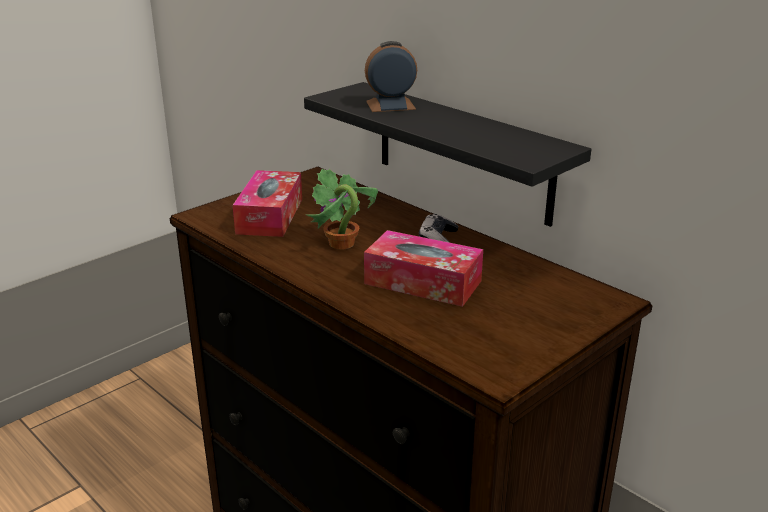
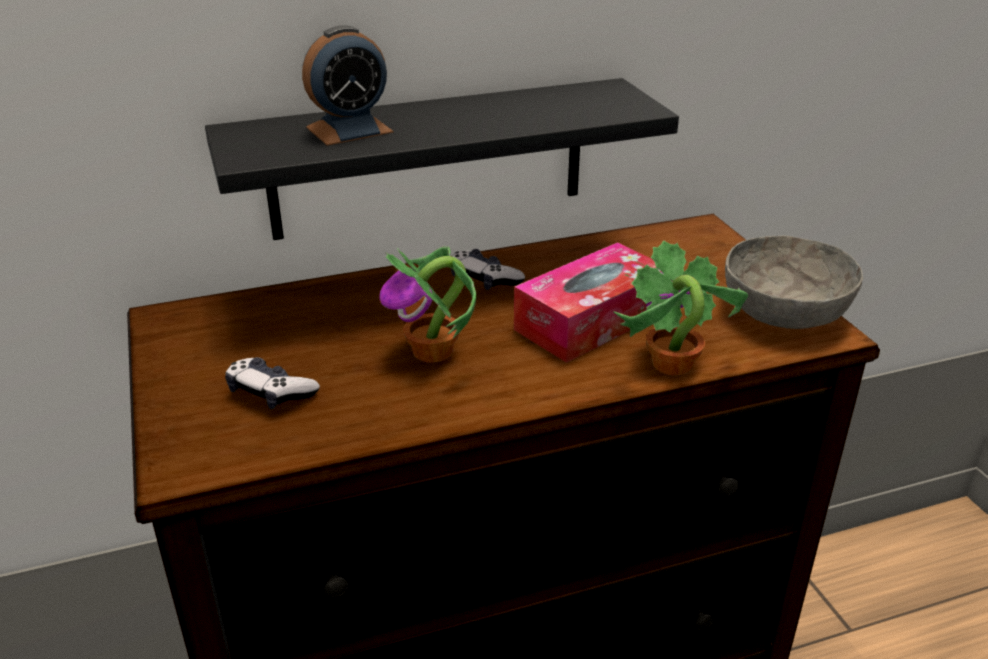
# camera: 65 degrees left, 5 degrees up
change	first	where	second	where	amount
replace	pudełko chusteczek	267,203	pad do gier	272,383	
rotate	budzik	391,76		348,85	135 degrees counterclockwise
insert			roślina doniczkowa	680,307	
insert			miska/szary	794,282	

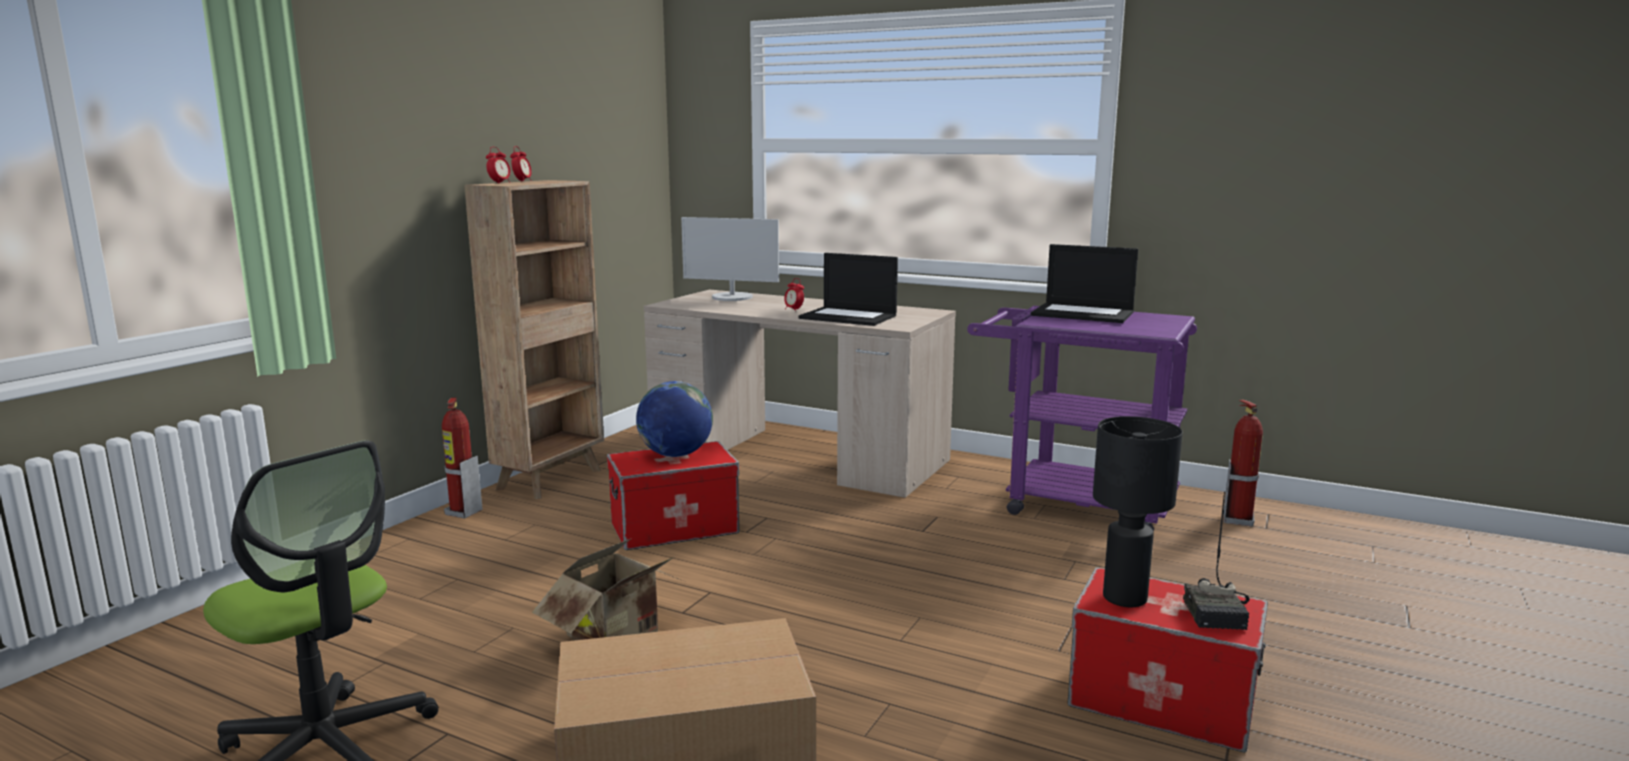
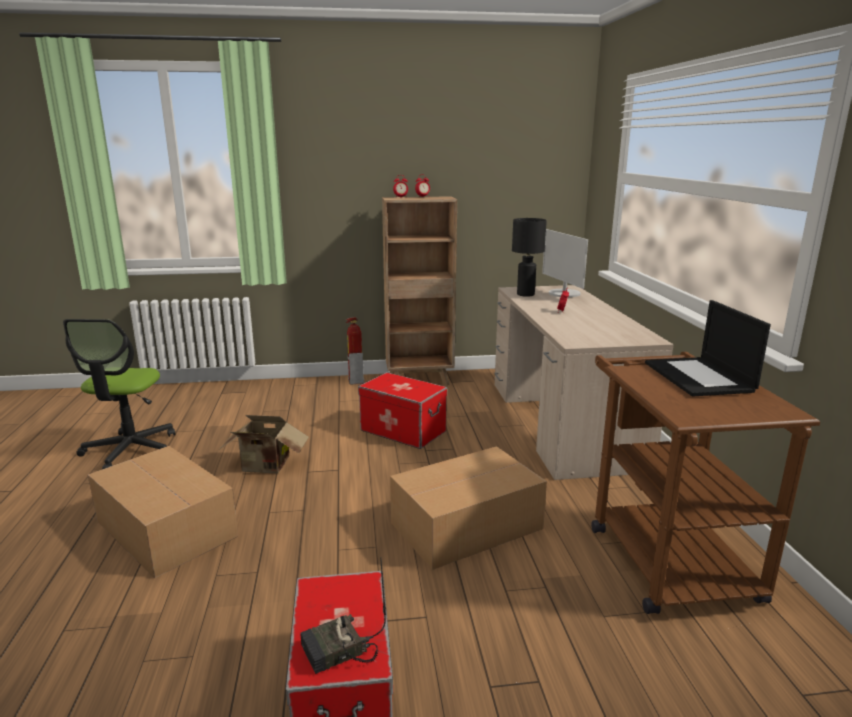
# camera: 55 degrees right, 5 degrees up
change	first	where	second	where	amount
insert			karton	468,508	
move	lampa stołowa/czarny	1138,511		529,257	
recolor	wózek/fioletowy	1082,419	wózek/brązowy	705,483	
delete	globus	674,419			
delete	laptop	848,289			
delete	gaśnica	1243,463			

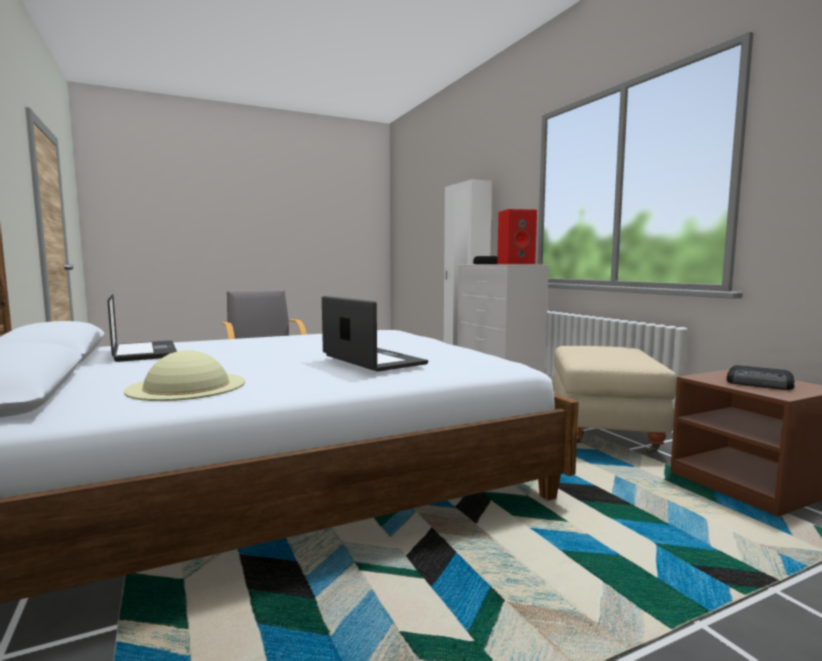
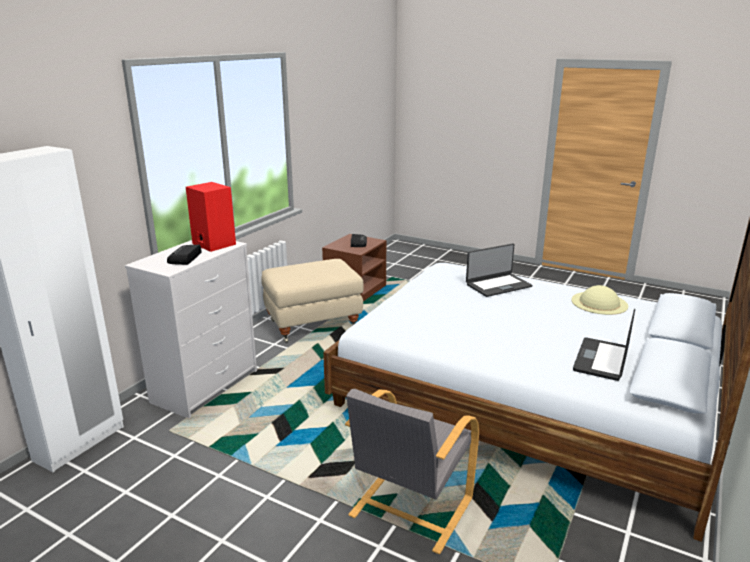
# camera: 125 degrees left, 15 degrees up
change	first	where	second	where	amount
rotate	laptop	375,334		499,270	135 degrees counterclockwise

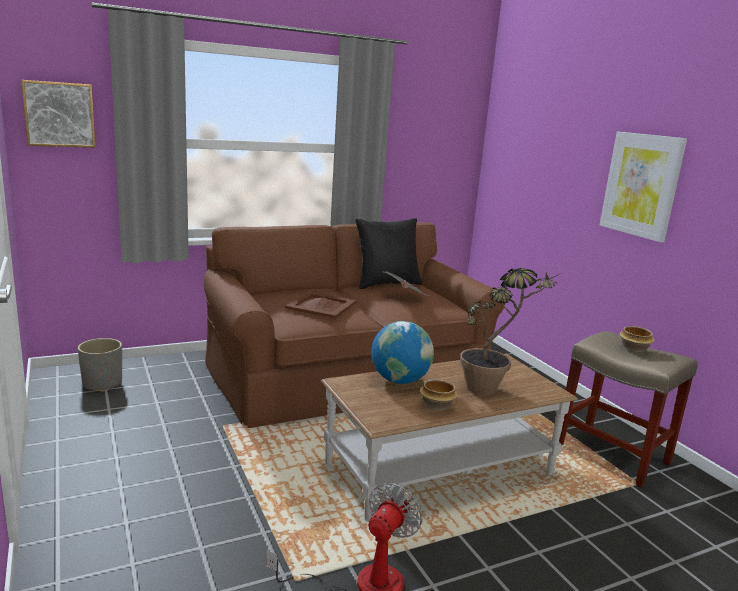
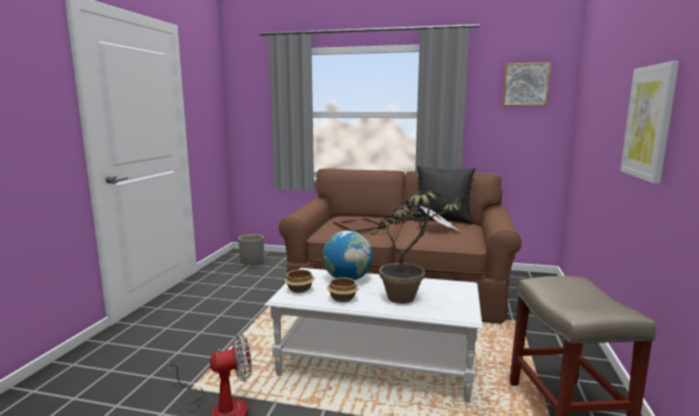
# camera: 40 degrees right, 5 degrees down
change	first	where	second	where	amount
recolor	ława/brązowy	449,437	ława/biały	374,335	
move	miska	637,339		299,281	
move	obraz	58,114		527,84	

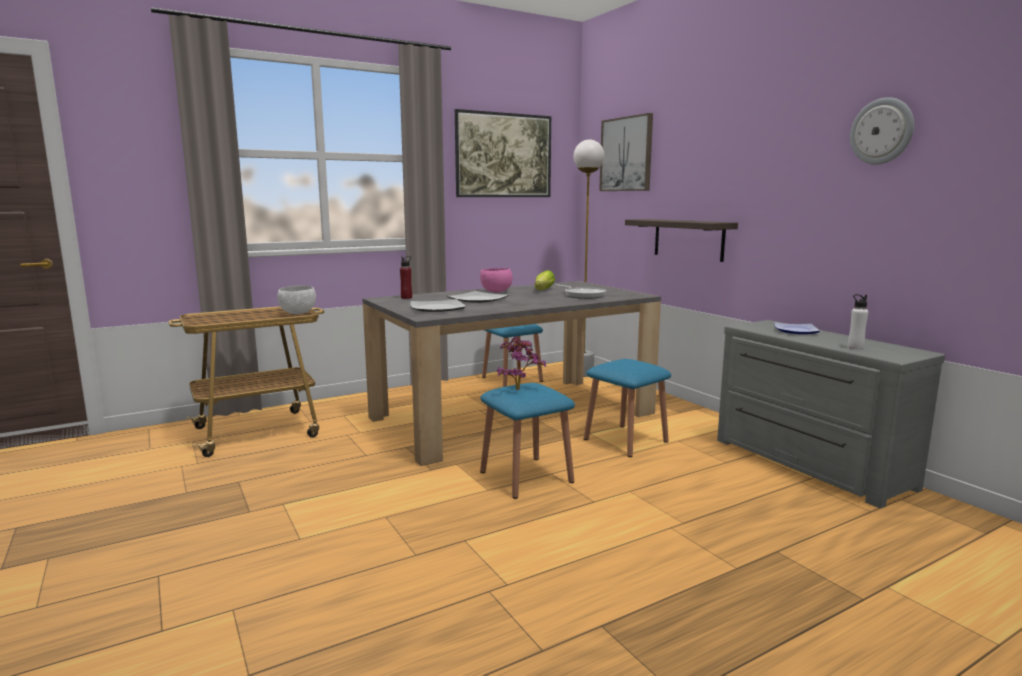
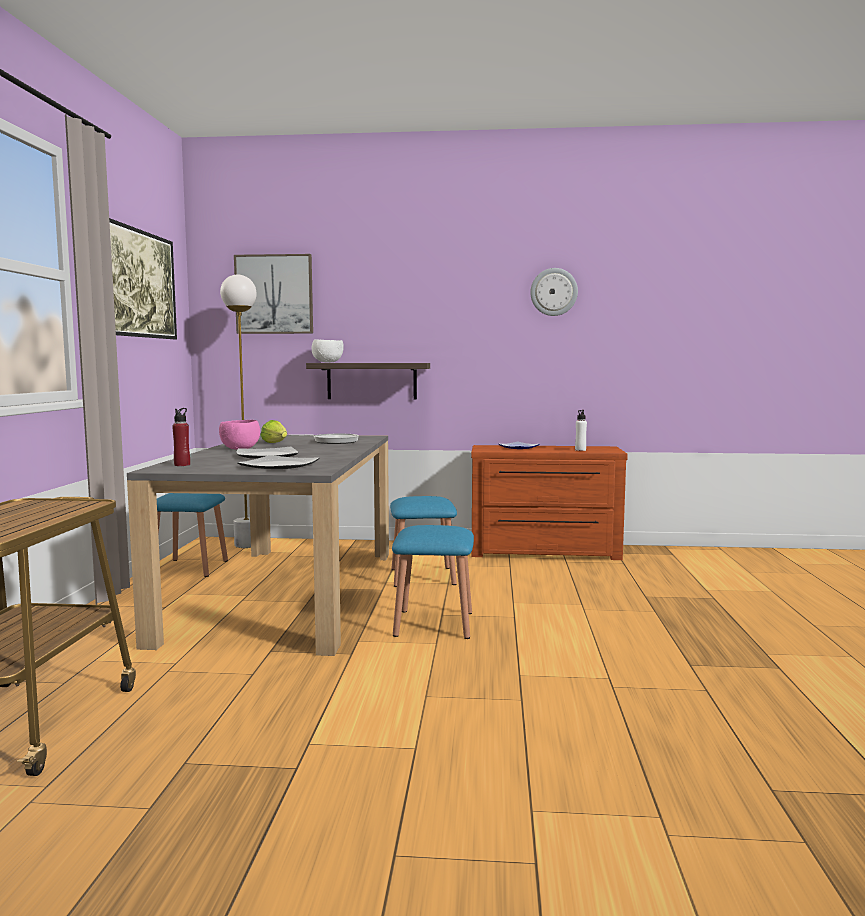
# camera: 55 degrees left, 5 degrees down
change	first	where	second	where	amount
move	miska/biały	296,299		328,351	
recolor	komoda/szary	831,414	komoda/brązowy	549,502	
delete	roślina doniczkowa	521,363			

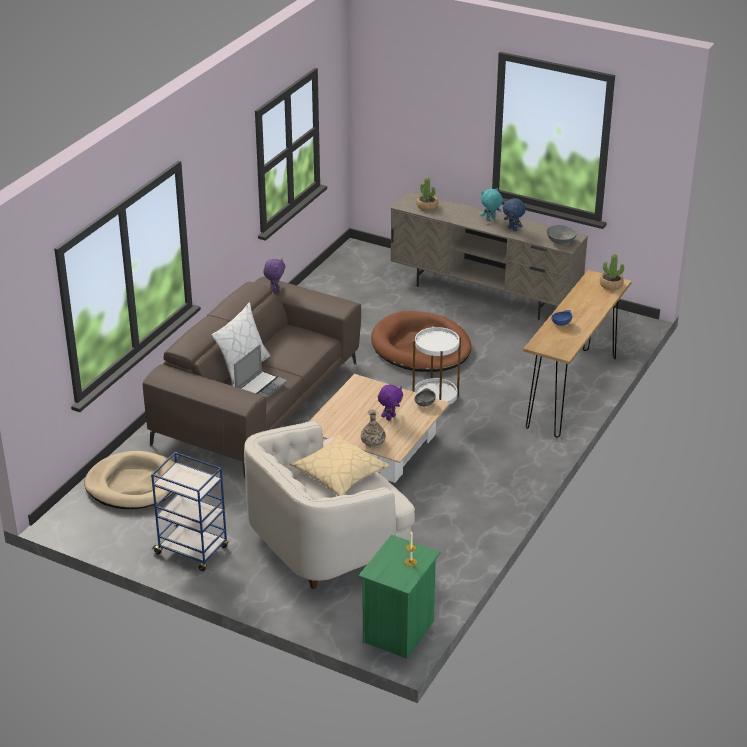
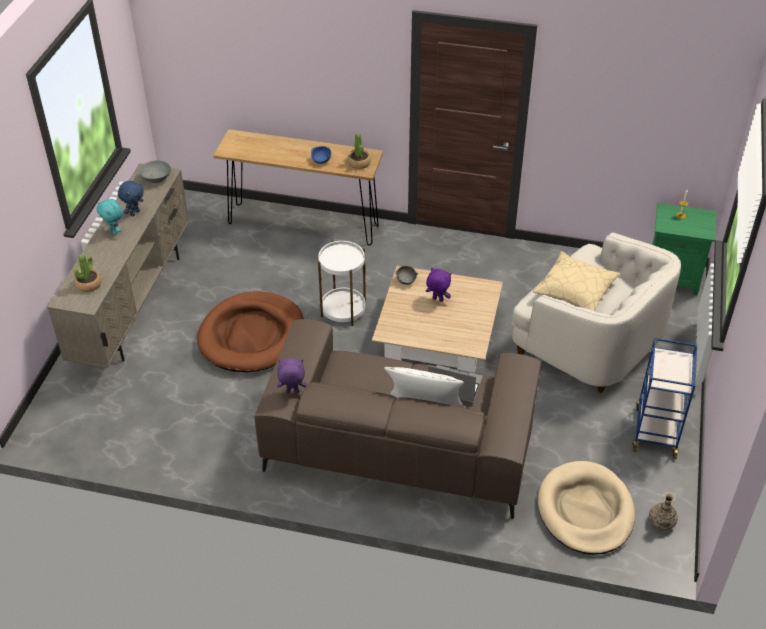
# camera: 105 degrees left, 10 degrees up
change	first	where	second	where	amount
move	roślina doniczkowa	612,272		359,151	
move	wazon	373,428		663,511	

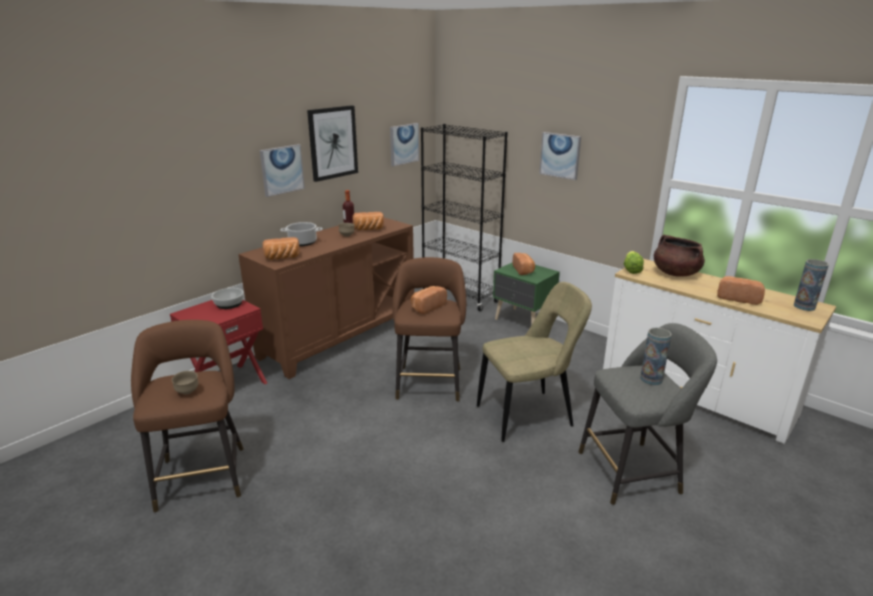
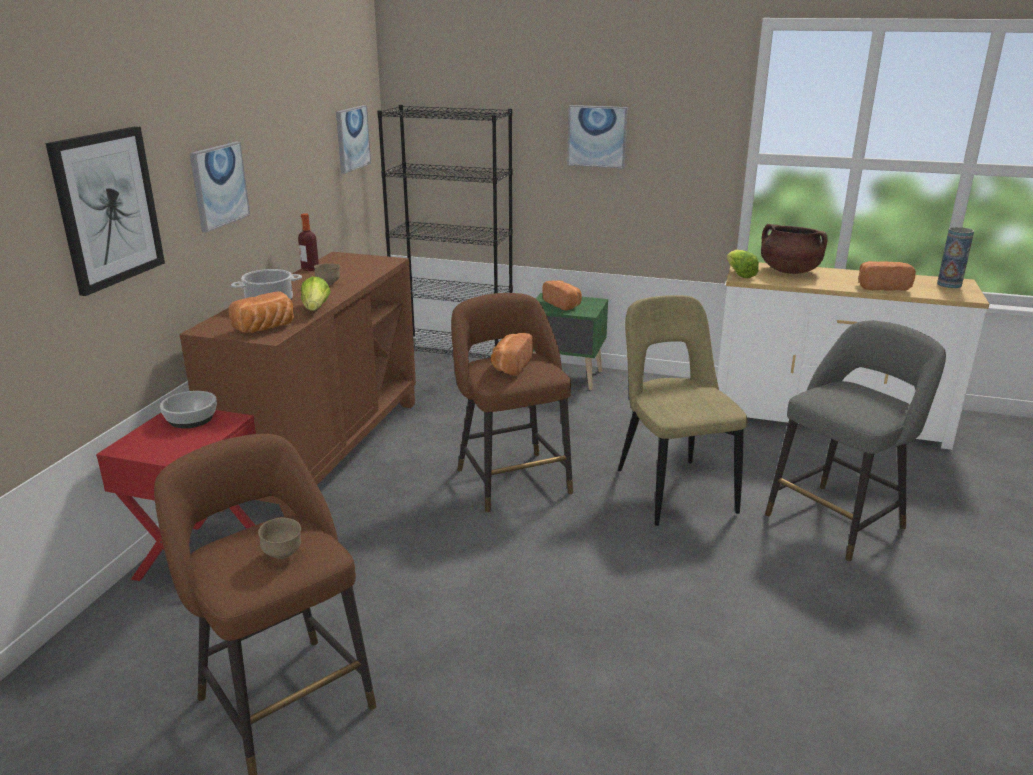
# camera: 25 degrees left, 0 degrees up
change	first	where	second	where	amount
move	obraz	332,143		105,211	
insert			sałata	316,293	
rotate	krzesło/beżowy	534,362		683,410	60 degrees counterclockwise
delete	chleb	368,221			
delete	wazon	655,356			

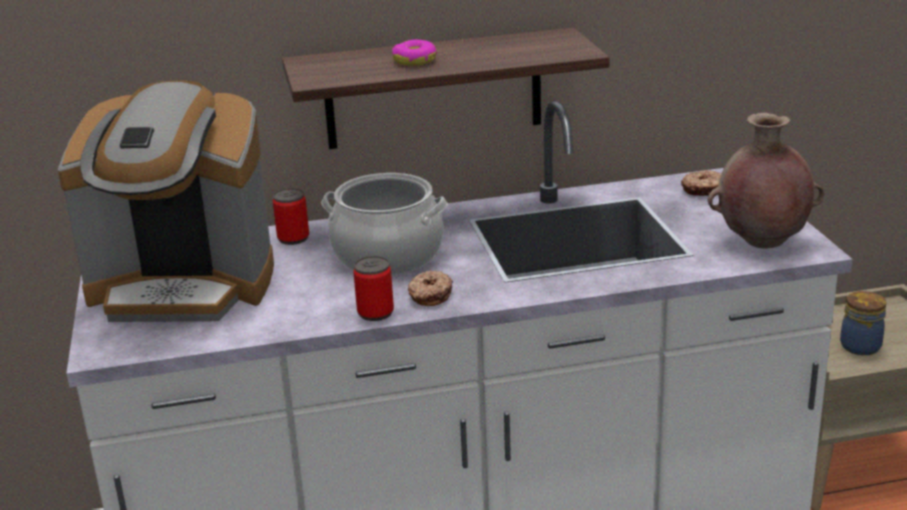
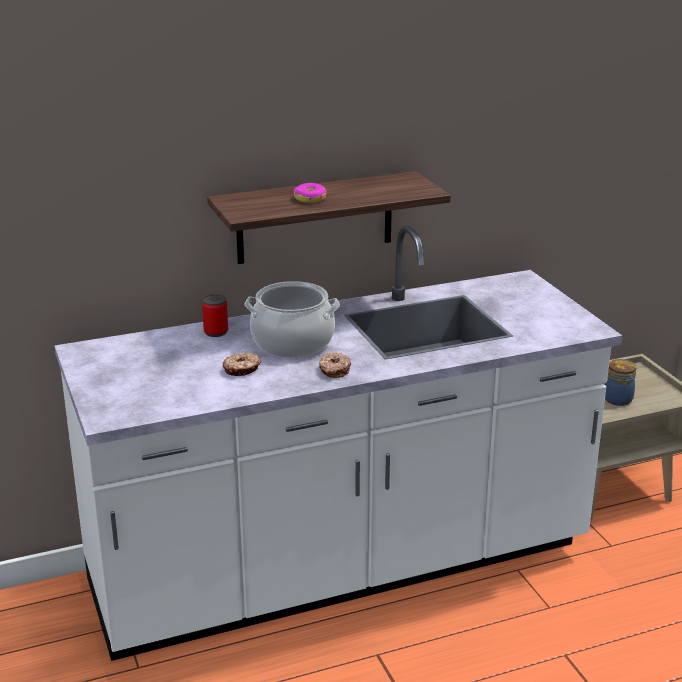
# camera: 10 degrees left, 0 degrees up
change	first	where	second	where	amount
move	donut	701,183		242,364	
delete	ekspres do kawy	166,201			
delete	puszka	373,288			
delete	wazon/brązowy	766,180			

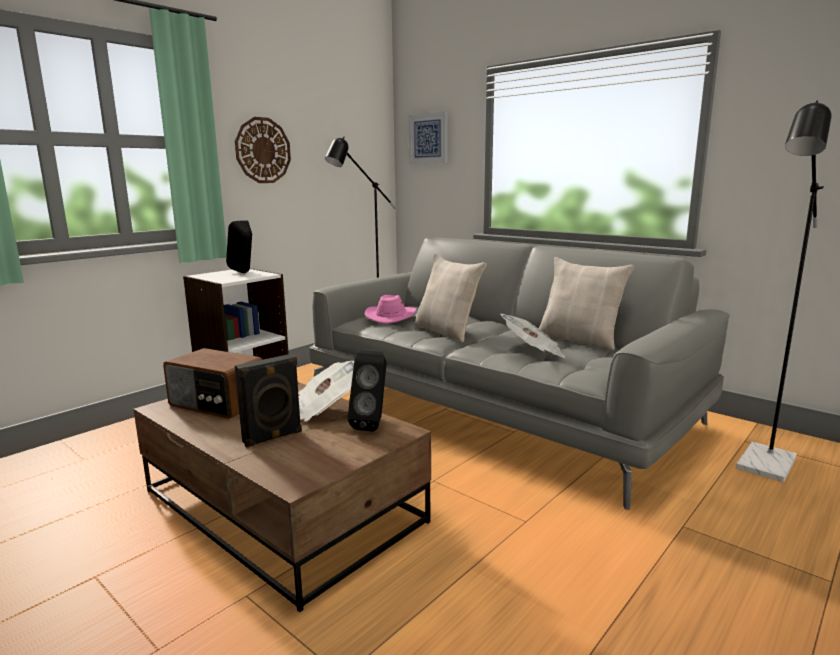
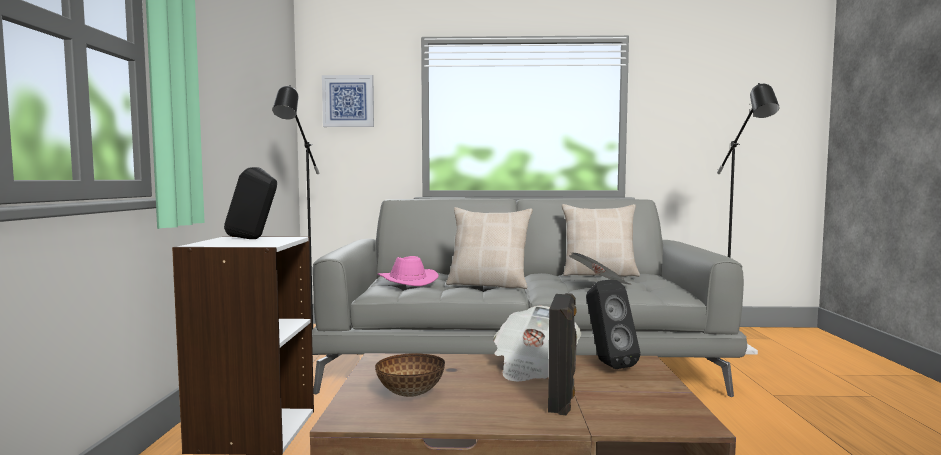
# camera: 40 degrees left, 10 degrees down
change	first	where	second	where	amount
replace	radio	212,383	miska	410,375	
delete	zegar ścienny	263,150			

